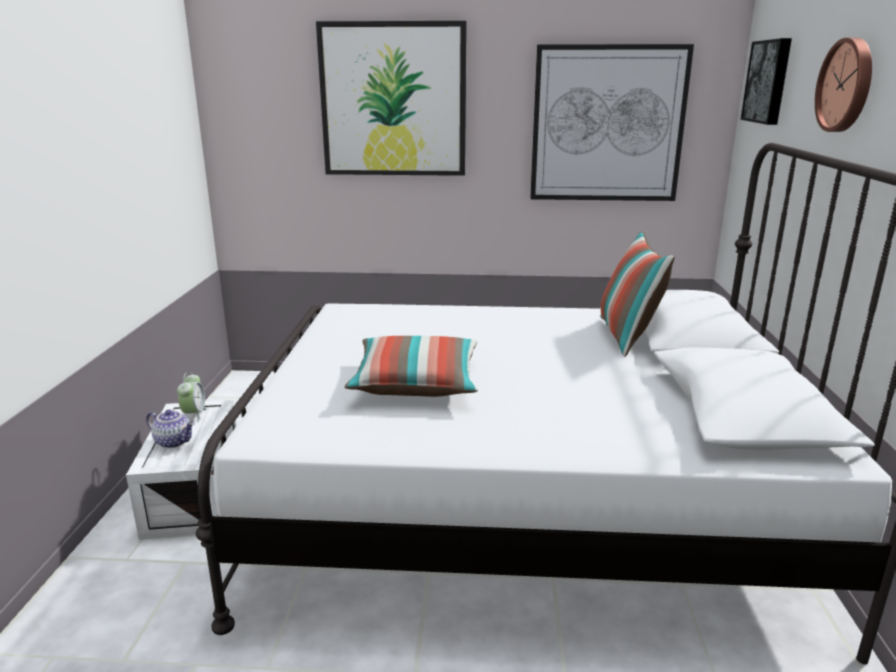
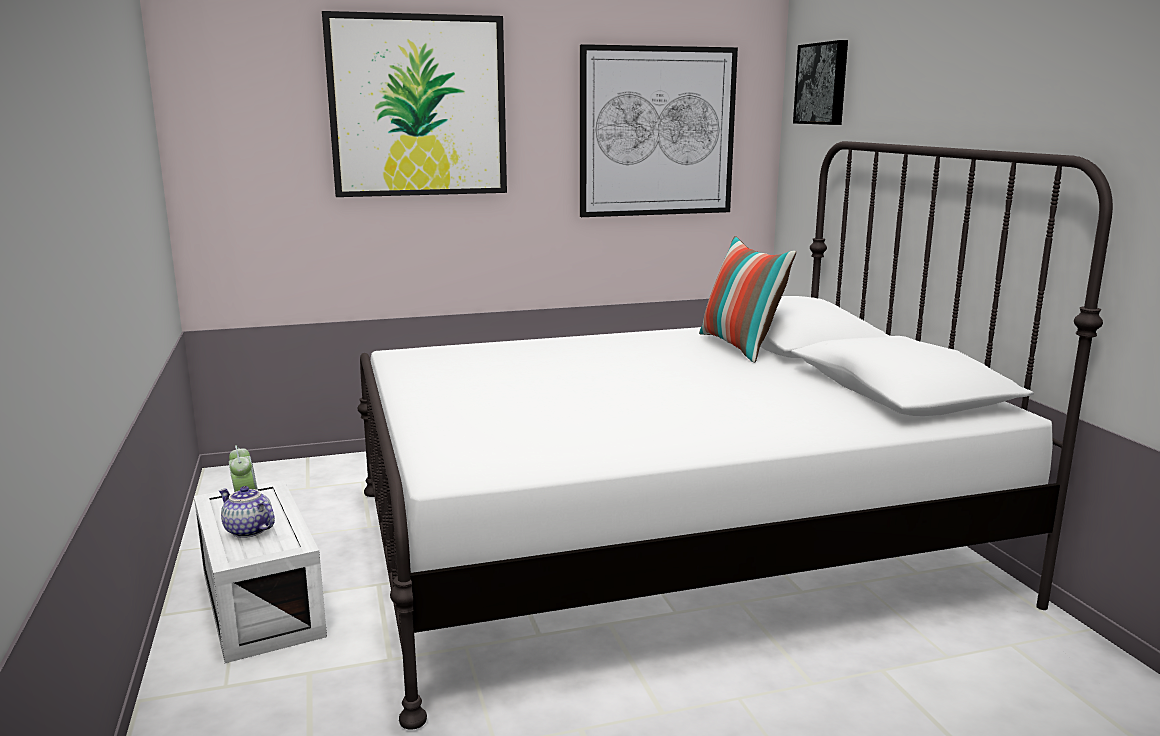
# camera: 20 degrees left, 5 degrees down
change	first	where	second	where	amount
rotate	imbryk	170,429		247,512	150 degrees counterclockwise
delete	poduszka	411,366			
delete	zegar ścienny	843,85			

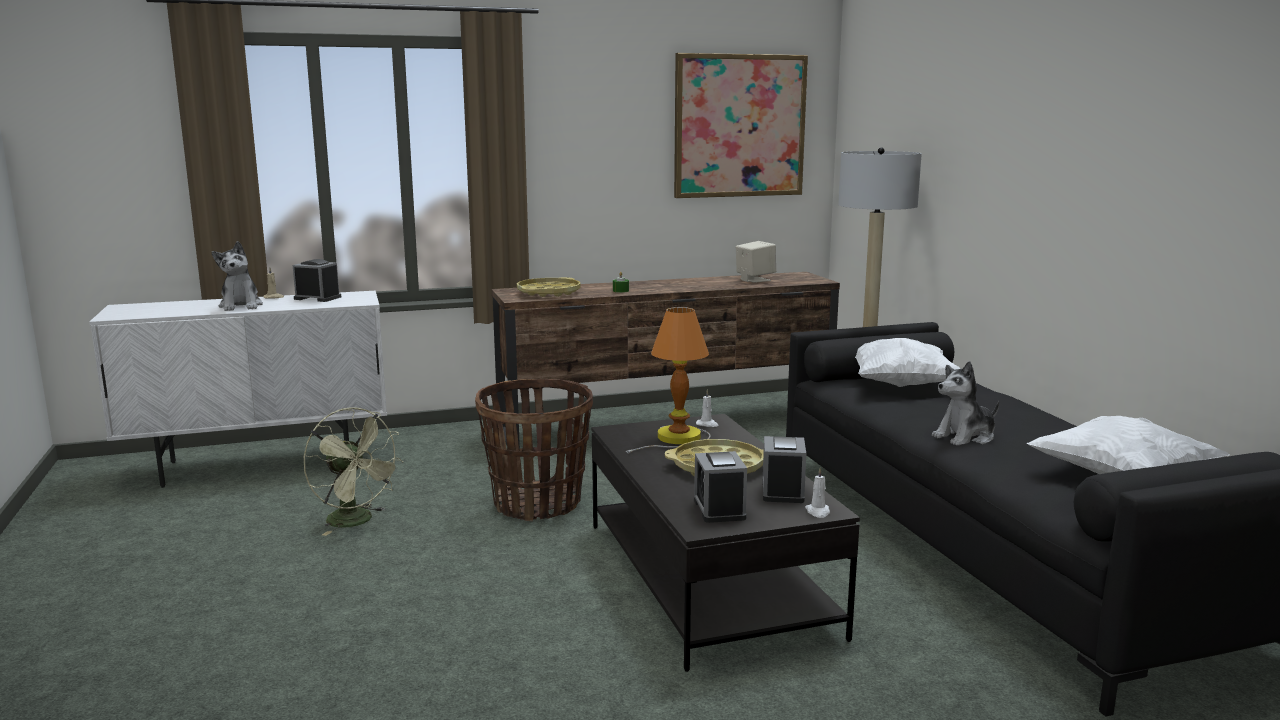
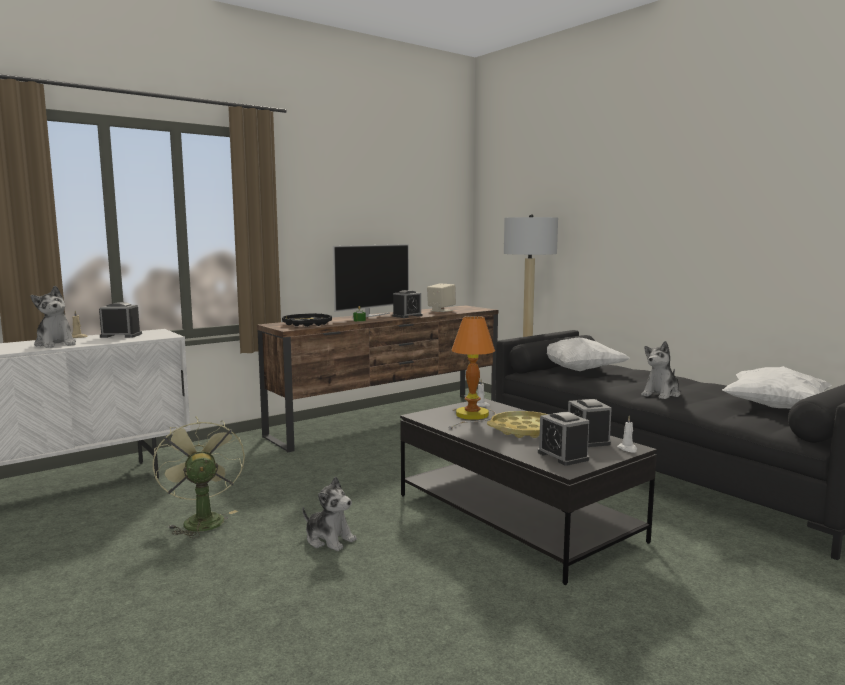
# camera: 20 degrees left, 5 degrees down
change	first	where	second	where	amount
rotate	wentylator/zielony	353,471		199,477	135 degrees counterclockwise
recolor	taca/żółty	549,287	taca/czarny	307,320	
insert			pluszak	329,513	
insert			telewizor	371,281	
insert			budzik	407,304	
delete	koszyk	534,450			
delete	obraz	741,125			

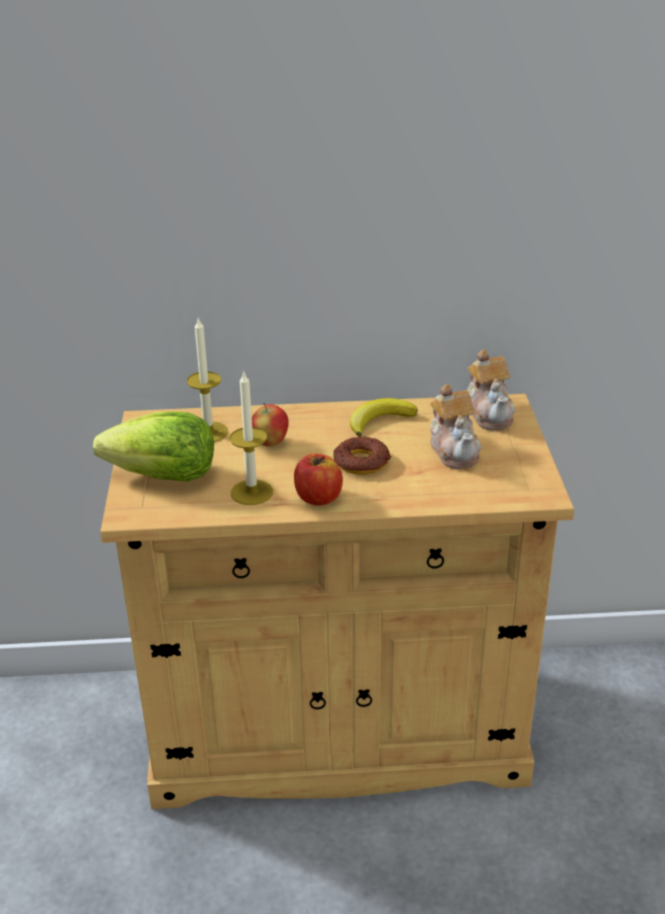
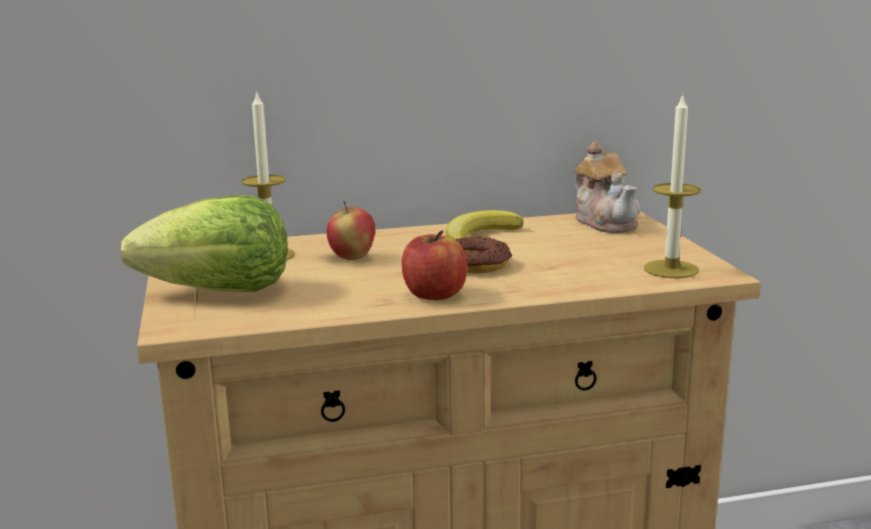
# camera: 10 degrees left, 15 degrees down
change	first	where	second	where	amount
move	świeca	251,438		672,186	
delete	imbryk	455,426			

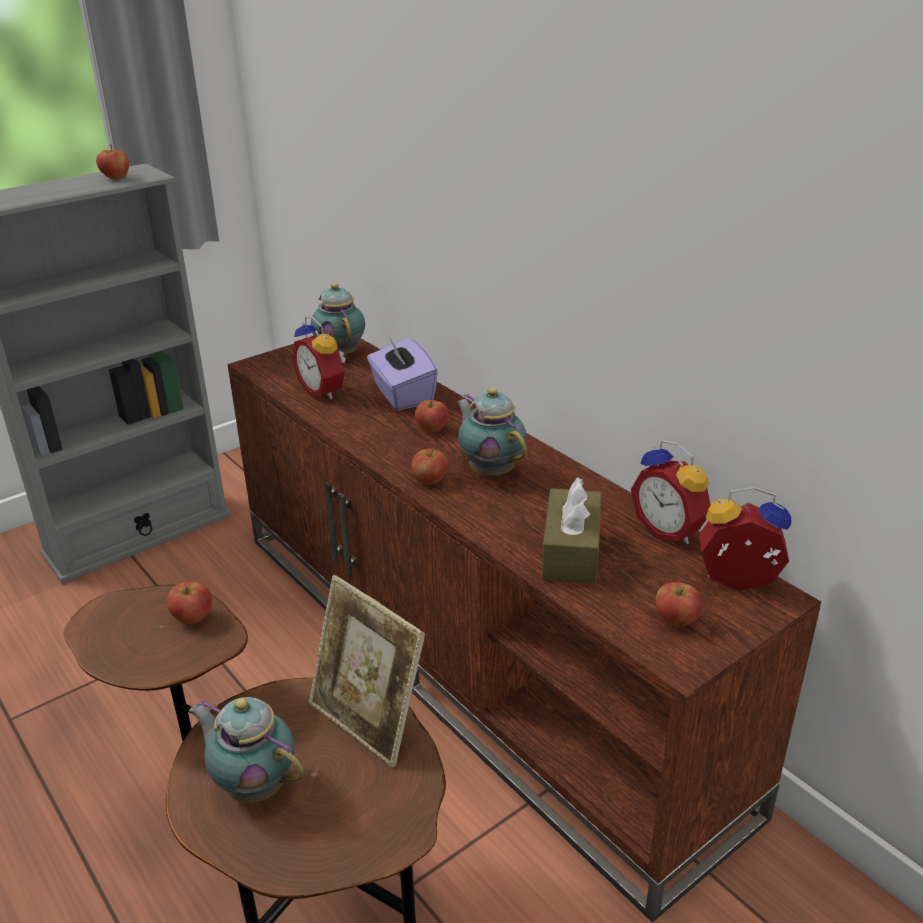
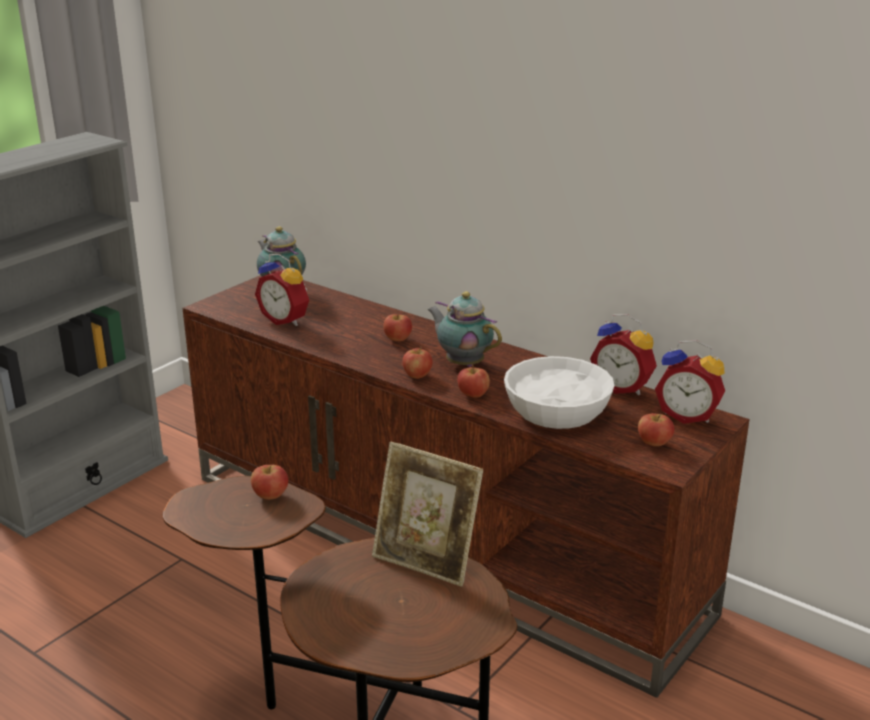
# camera: 15 degrees left, 5 degrees down
change	first	where	second	where	amount
move	jabłko	112,162		473,381	
replace	pudełko chusteczek/brązowy	571,530	miska/biały	559,392	
rotate	budzik	745,539		690,382	150 degrees counterclockwise
delete	imbryk	246,750			
delete	pudełko chusteczek/fioletowy	402,371			

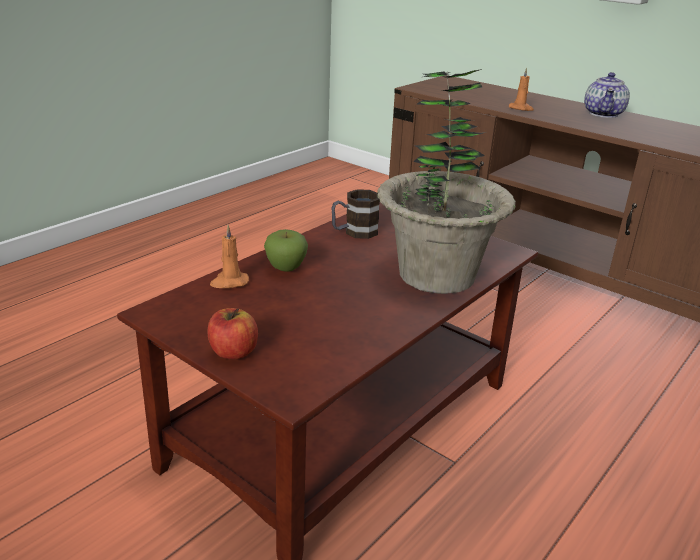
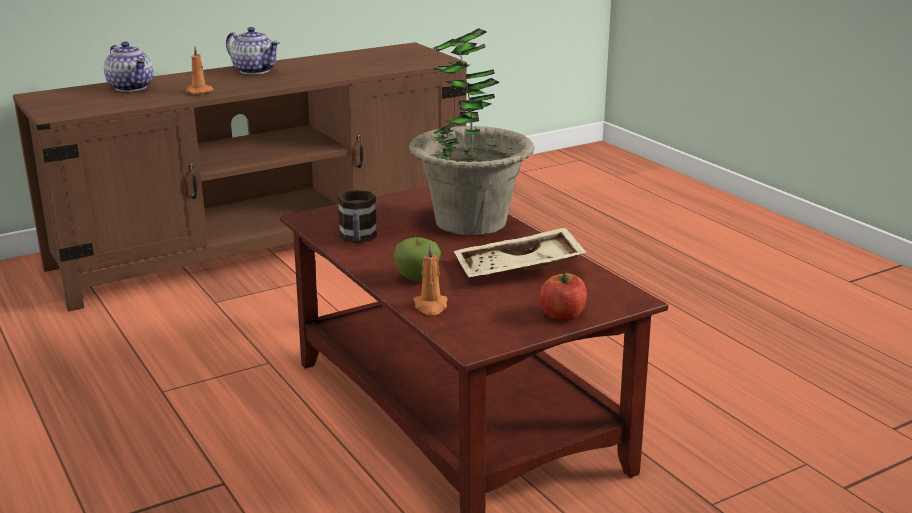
# camera: 70 degrees left, 5 degrees down
change	first	where	second	where	amount
insert			imbryk	128,67	
insert			taca/beżowy	520,252	

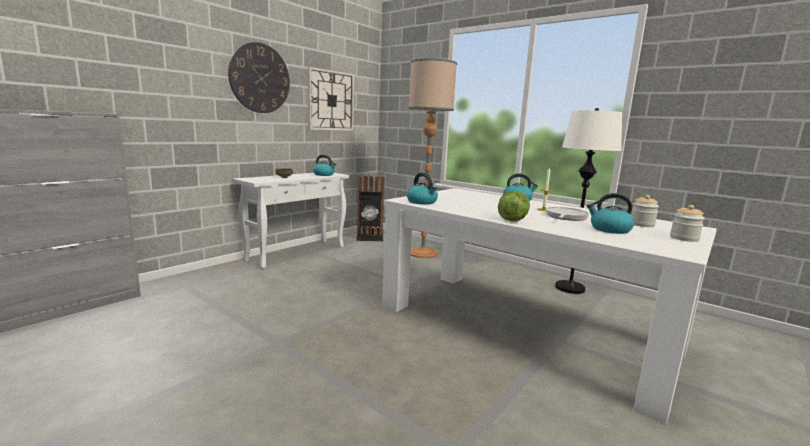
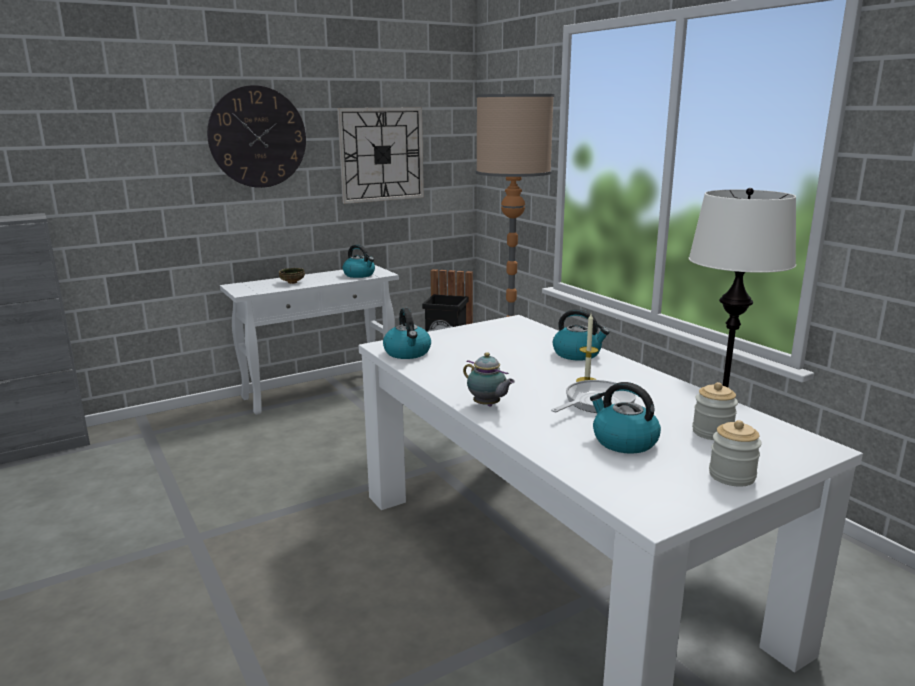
# camera: 20 degrees right, 5 degrees up
change	first	where	second	where	amount
replace	sałata	514,206	imbryk	489,379	

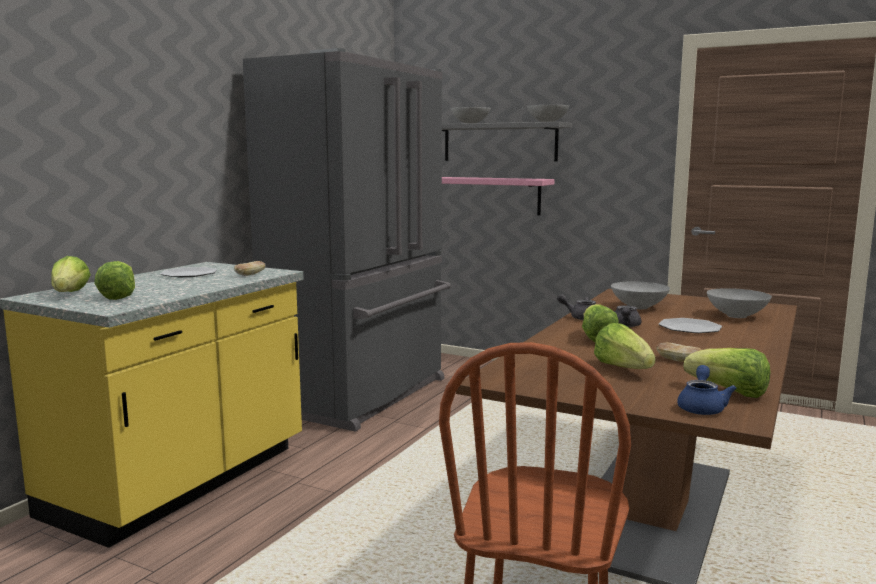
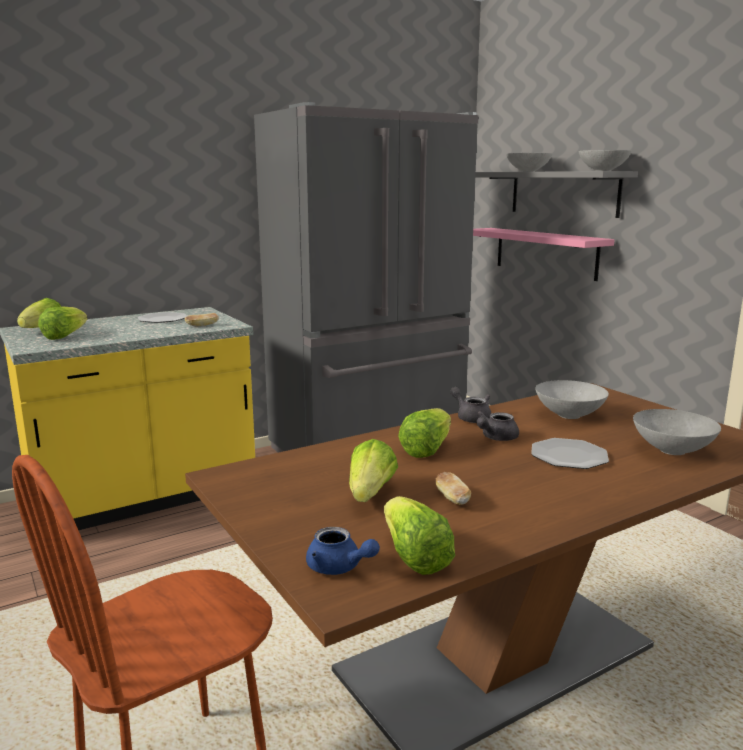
# camera: 30 degrees right, 5 degrees up
change	first	where	second	where	amount
rotate	imbryk/niebieski	707,390		343,551	75 degrees clockwise

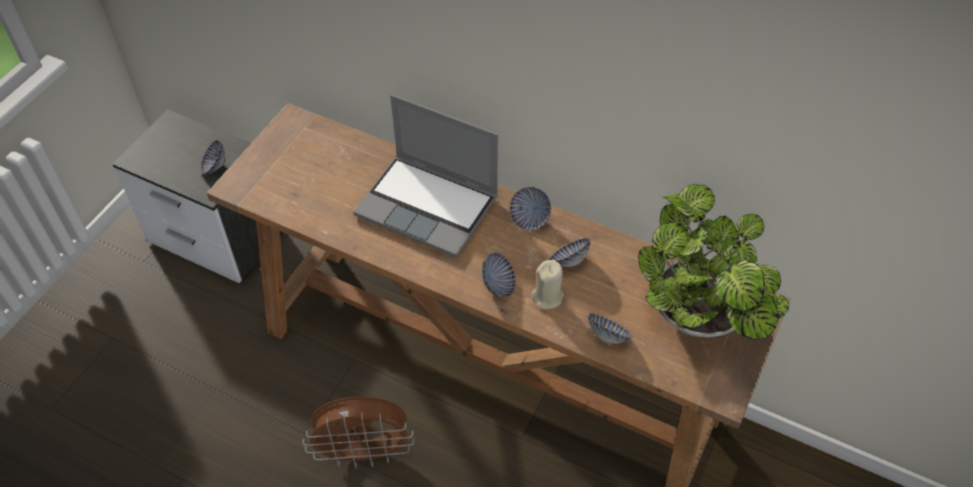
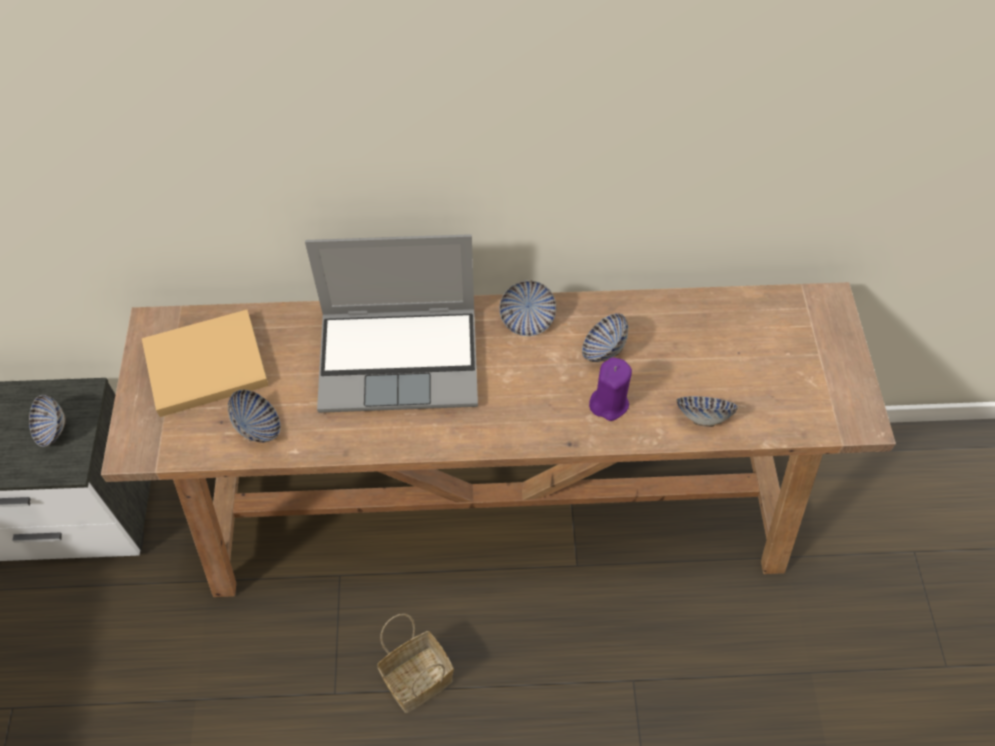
# camera: 30 degrees left, 5 degrees up
change	first	where	second	where	amount
insert			książka/beżowy	205,363	
move	miska	498,274		254,415	
replace	wentylator/brązowy	358,433	koszyk	415,663	
recolor	świeca/beżowy	547,284	świeca/fioletowy	610,389	
delete	roślina doniczkowa	713,262			

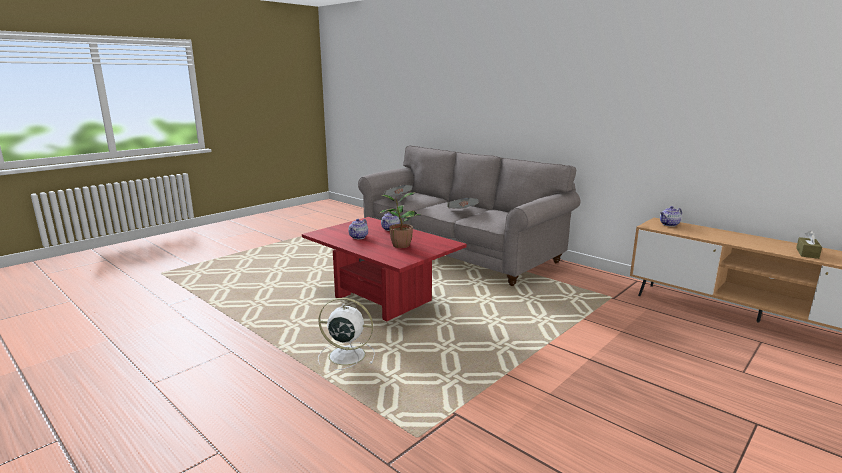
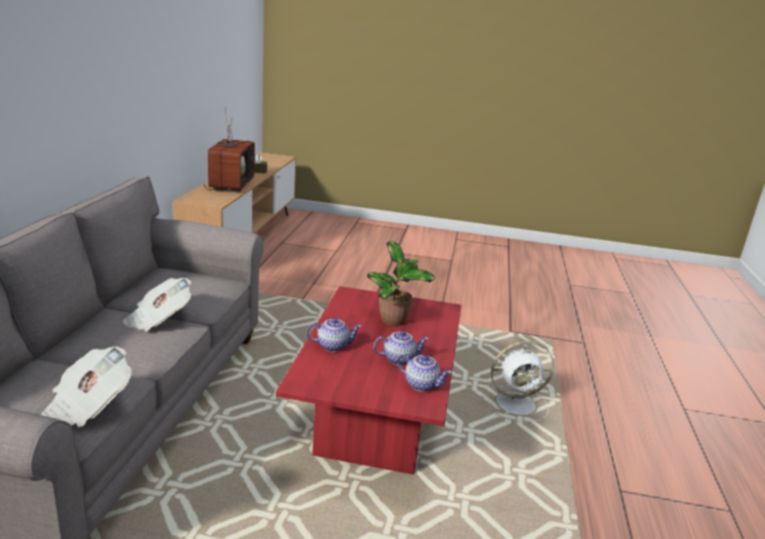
# camera: 125 degrees left, 5 degrees up
change	first	where	second	where	amount
insert			telewizor	229,151	
move	imbryk	671,216		424,373	
rotate	wentylator/biały	346,334		517,381	75 degrees counterclockwise

